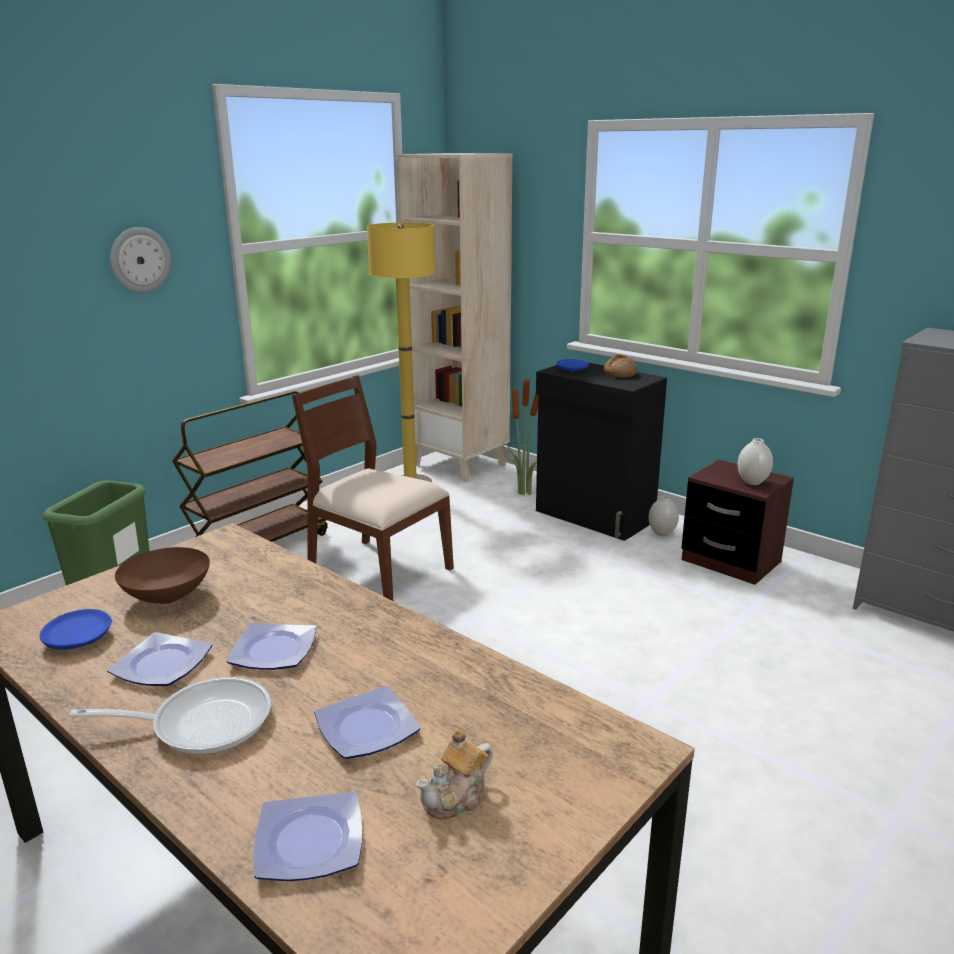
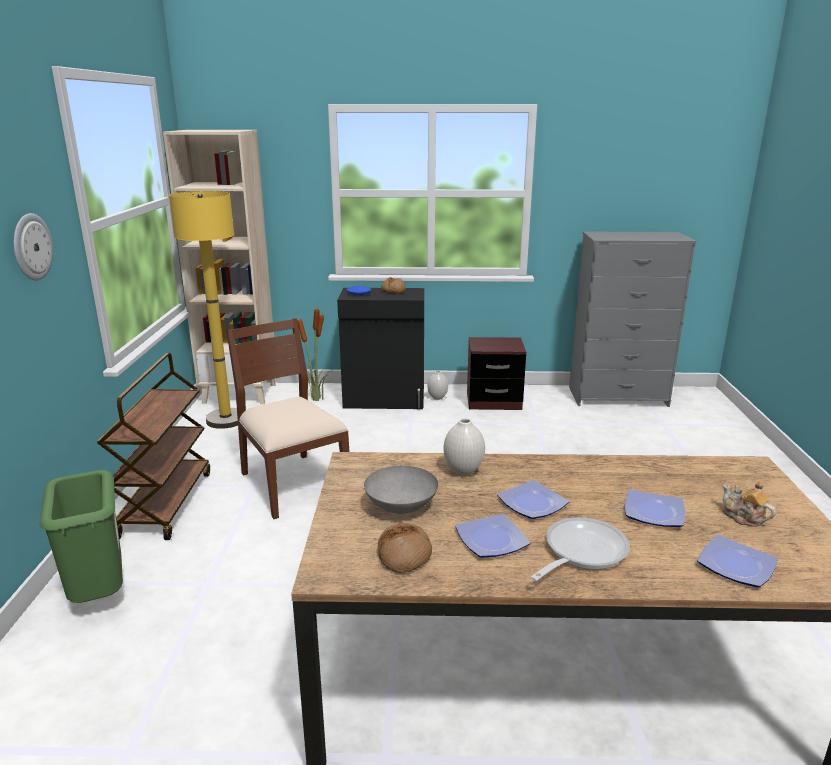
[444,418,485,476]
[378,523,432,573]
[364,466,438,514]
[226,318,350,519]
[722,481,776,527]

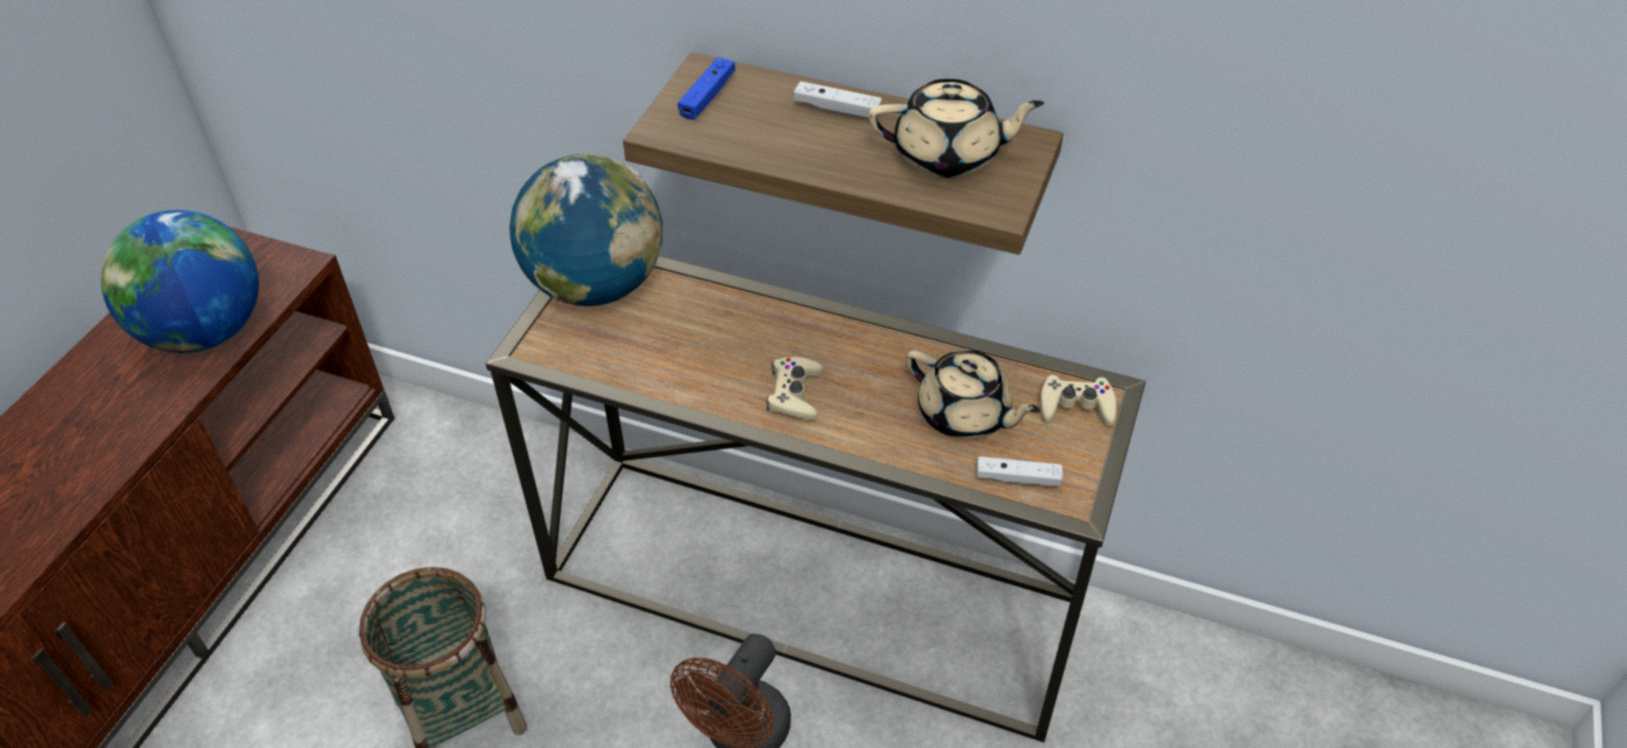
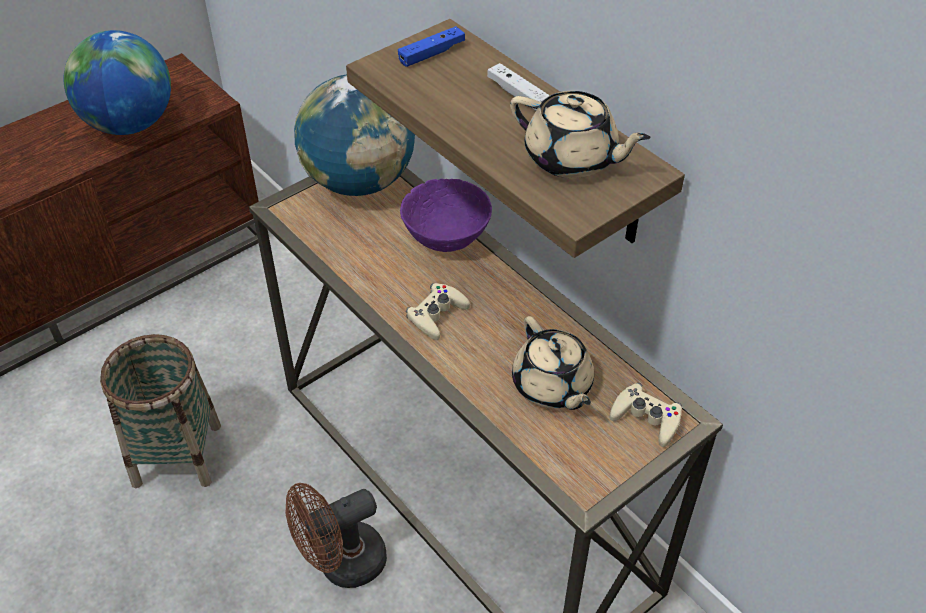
[977,456,1062,487] (first image)
[400,179,492,252]

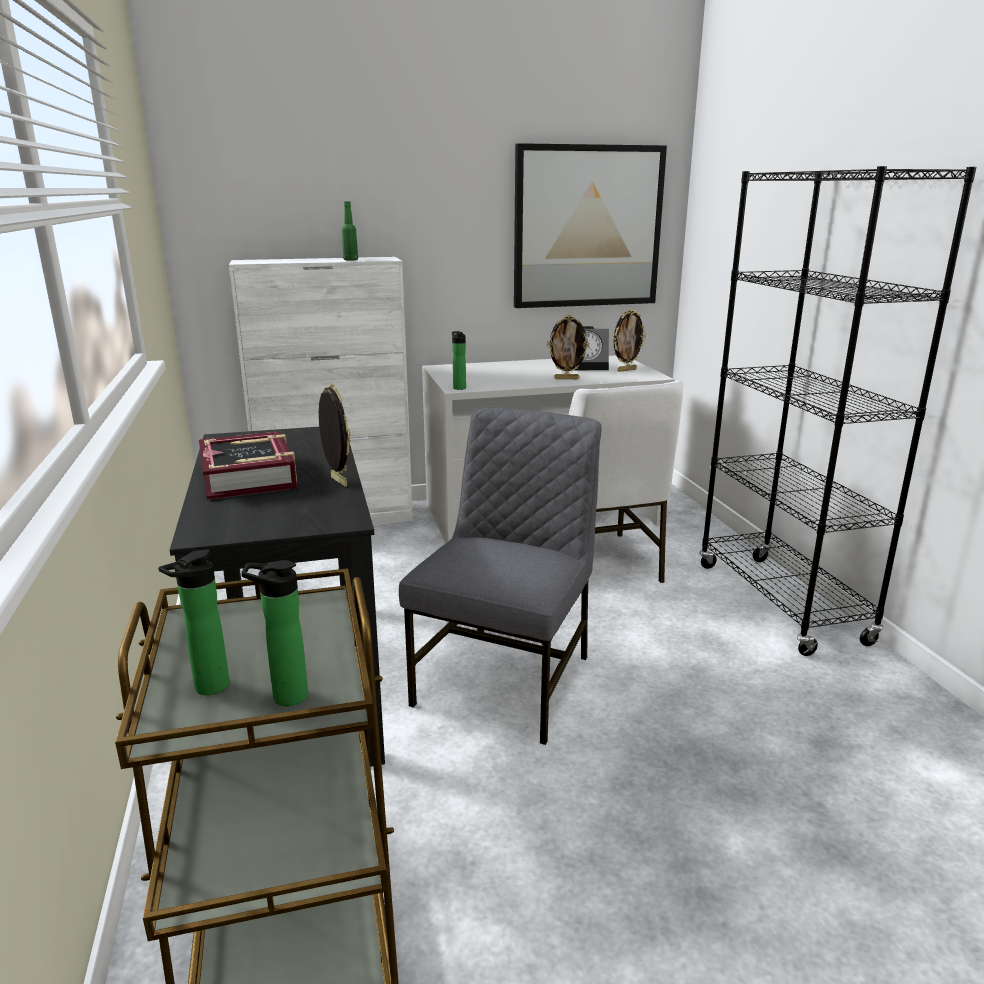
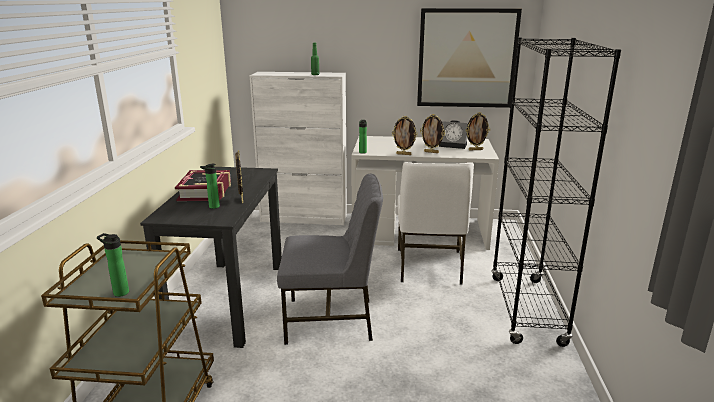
[392,116,418,155]
[200,164,220,209]
[277,174,383,345]

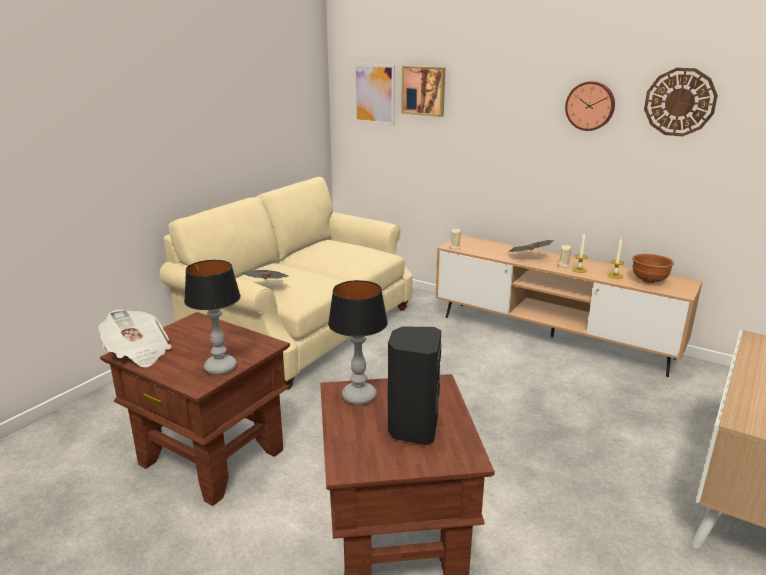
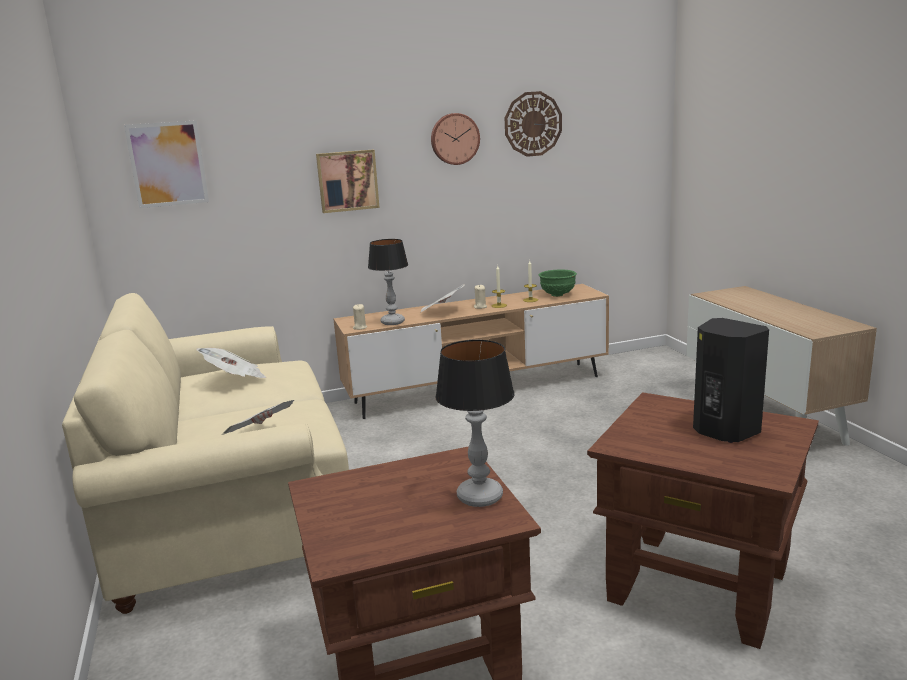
[196,348,266,378]
[368,239,408,325]
[316,150,380,213]
[539,270,577,297]

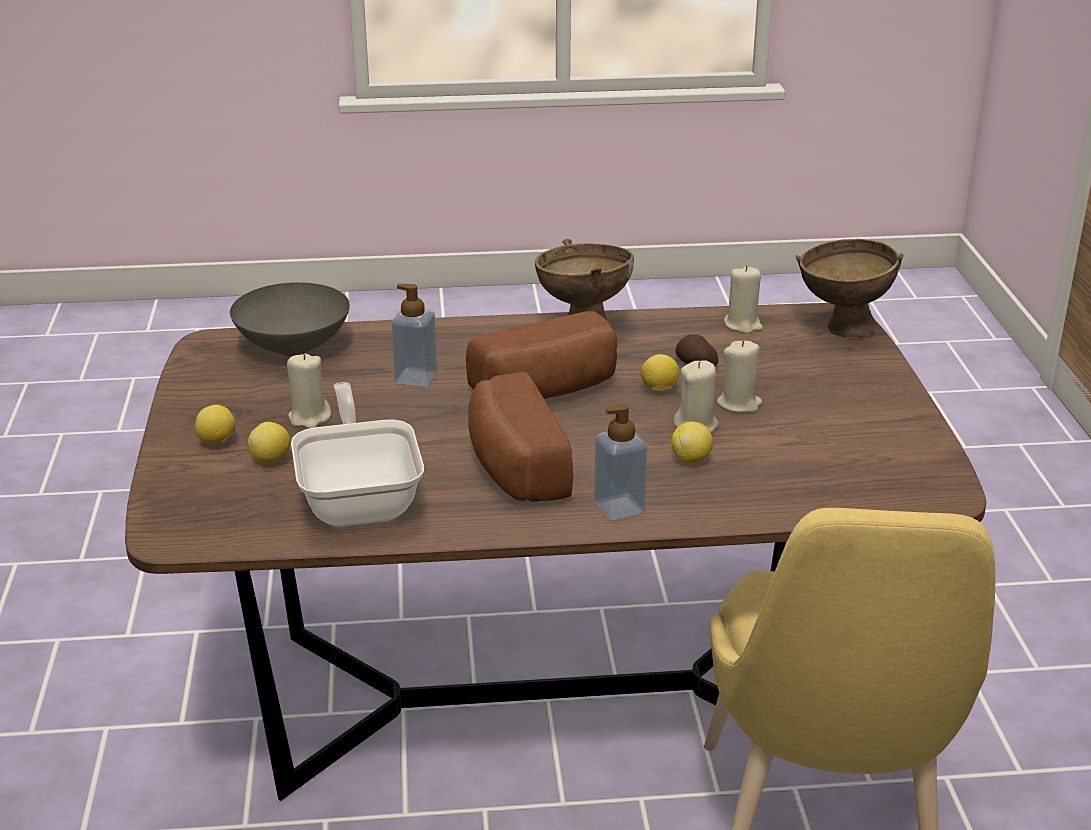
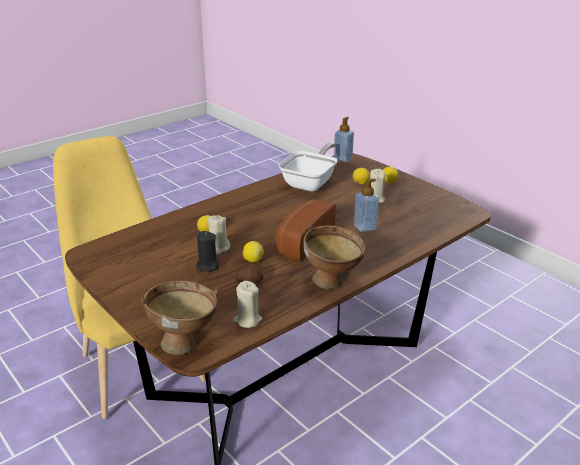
[230,282,350,356] (first image)
[468,372,573,502] (first image)
[334,117,354,163]
[196,231,220,272]
[279,142,337,192]

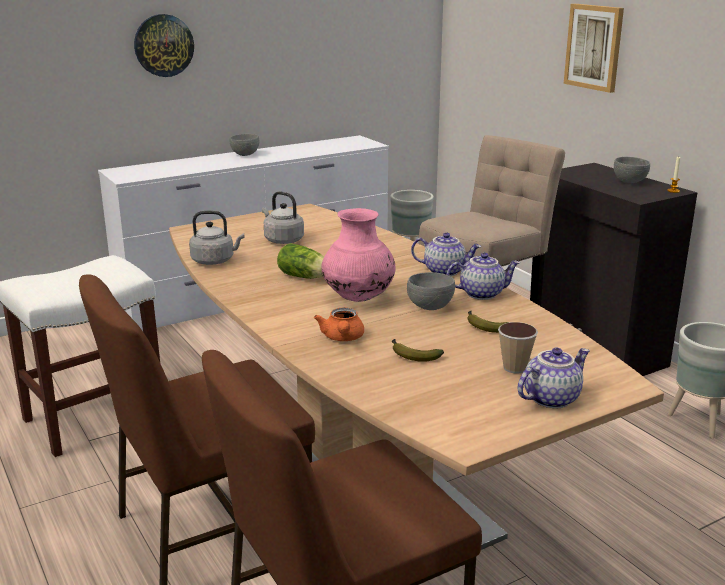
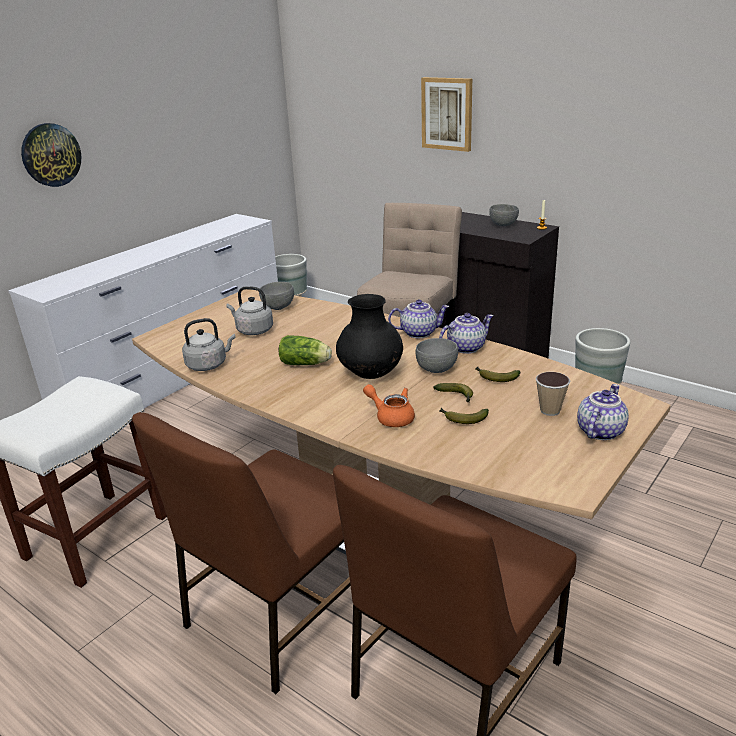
[433,383,473,403]
[259,282,294,310]
[336,294,403,379]
[363,384,415,427]

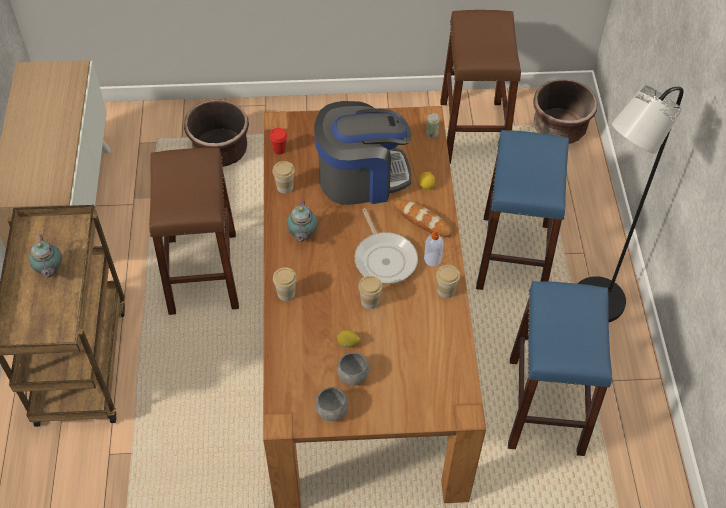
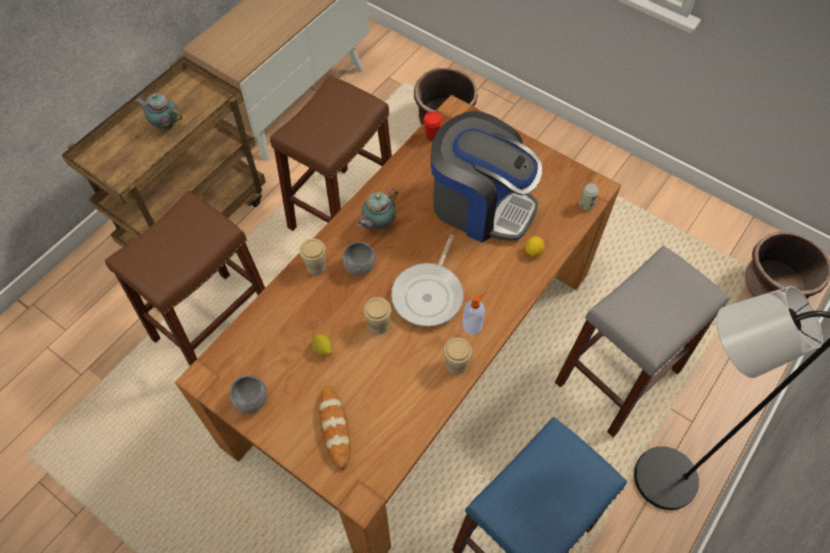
[272,161,295,194] (first image)
[342,242,376,276]
[319,386,350,470]
[105,191,265,366]
[555,245,729,437]
[135,93,183,130]

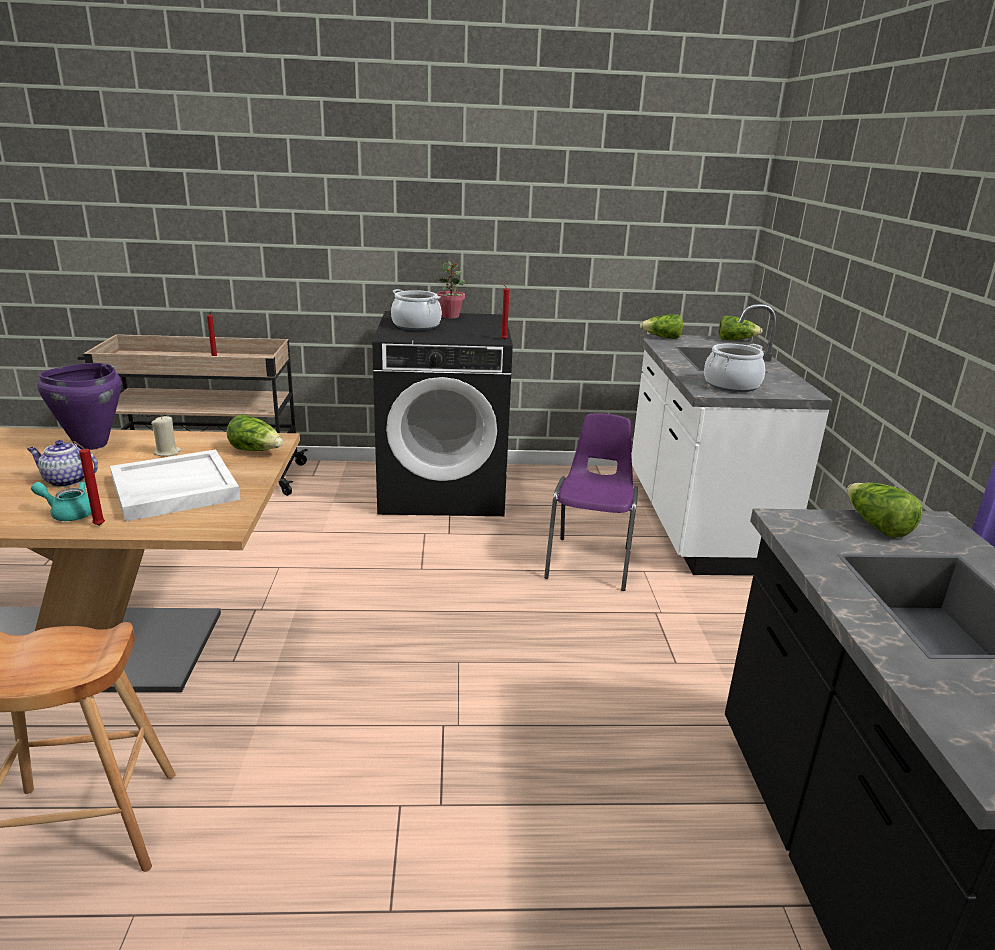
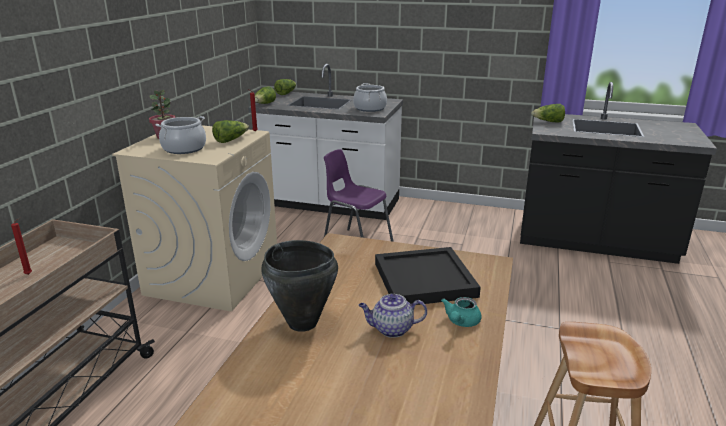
[73,441,105,526] (first image)
[151,416,181,456] (first image)
[212,120,249,143]
[262,240,338,332]
[375,247,481,305]
[112,125,277,311]
[359,294,427,338]

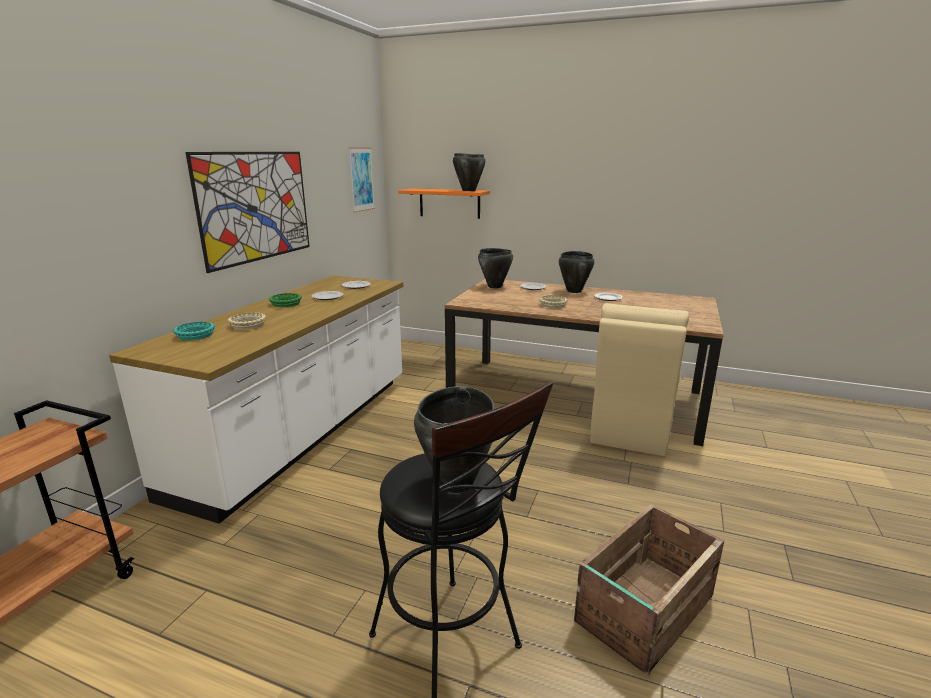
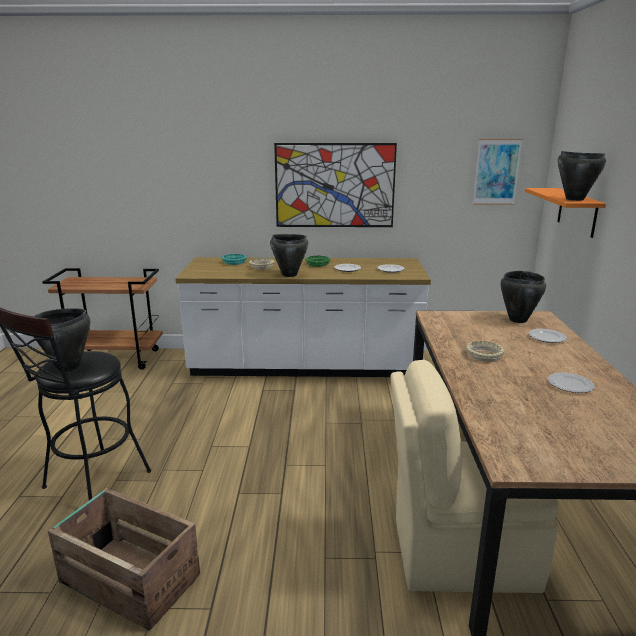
[270,234,309,277]

